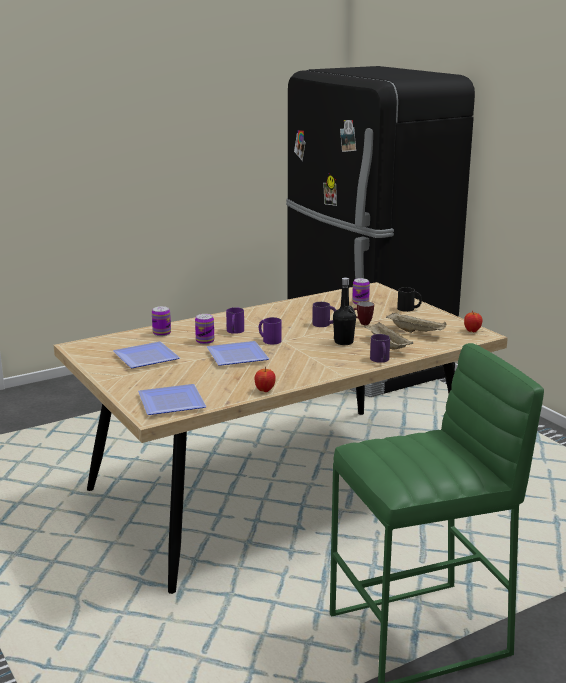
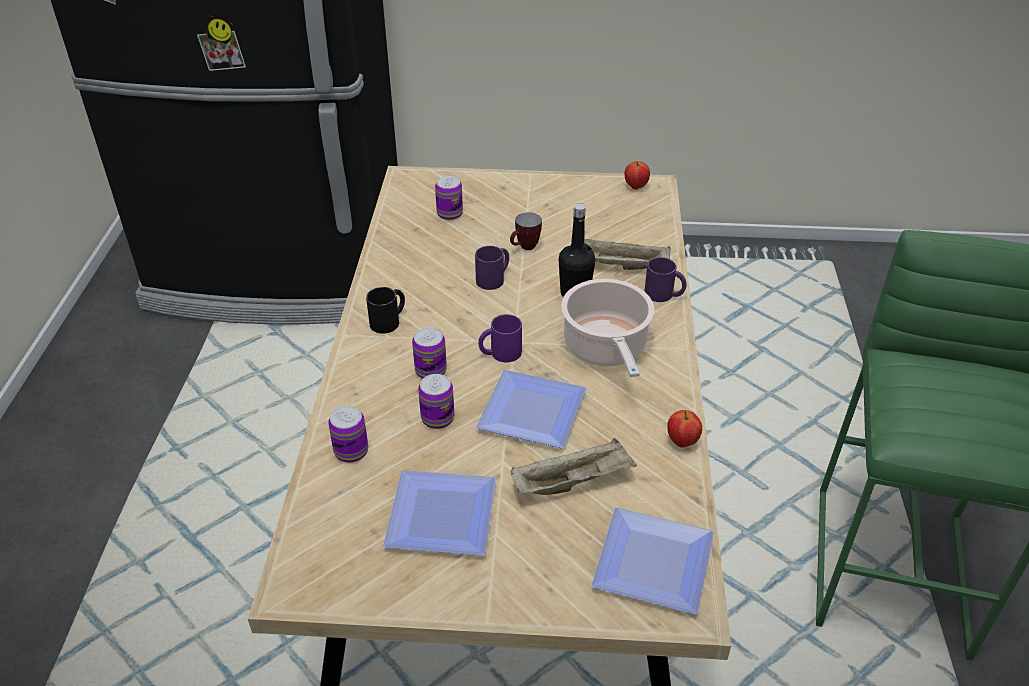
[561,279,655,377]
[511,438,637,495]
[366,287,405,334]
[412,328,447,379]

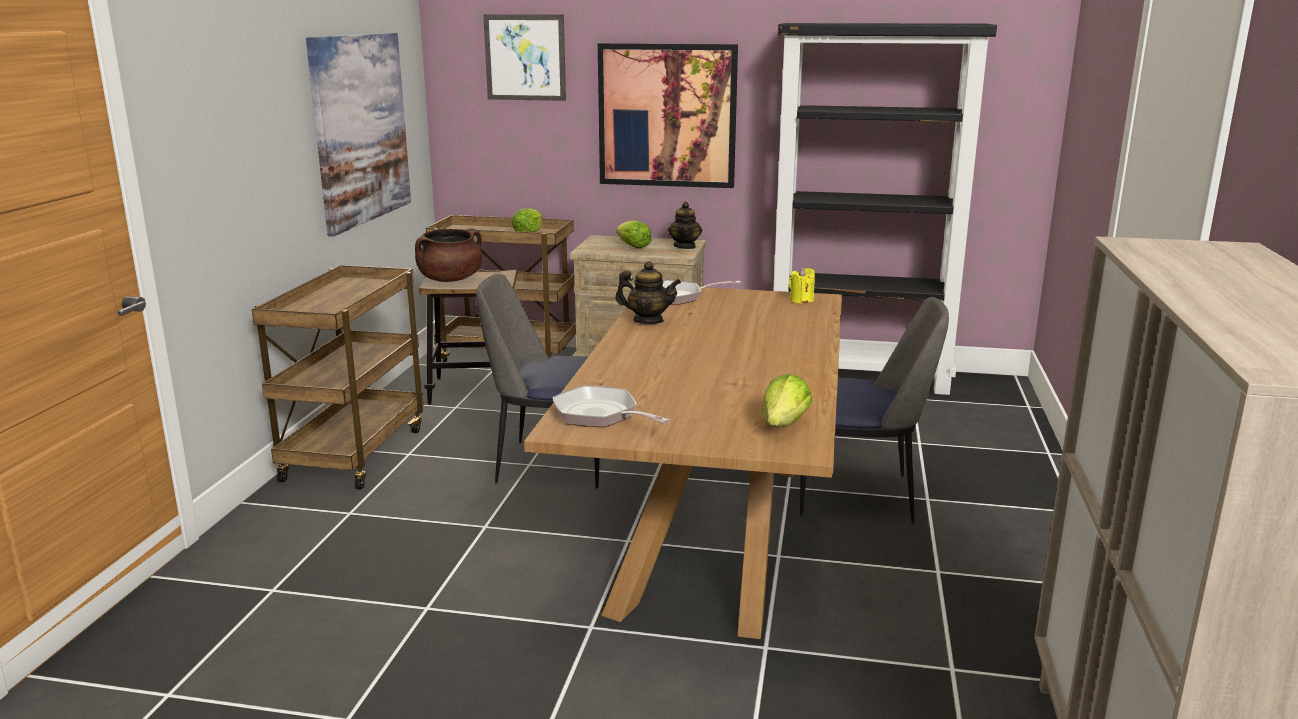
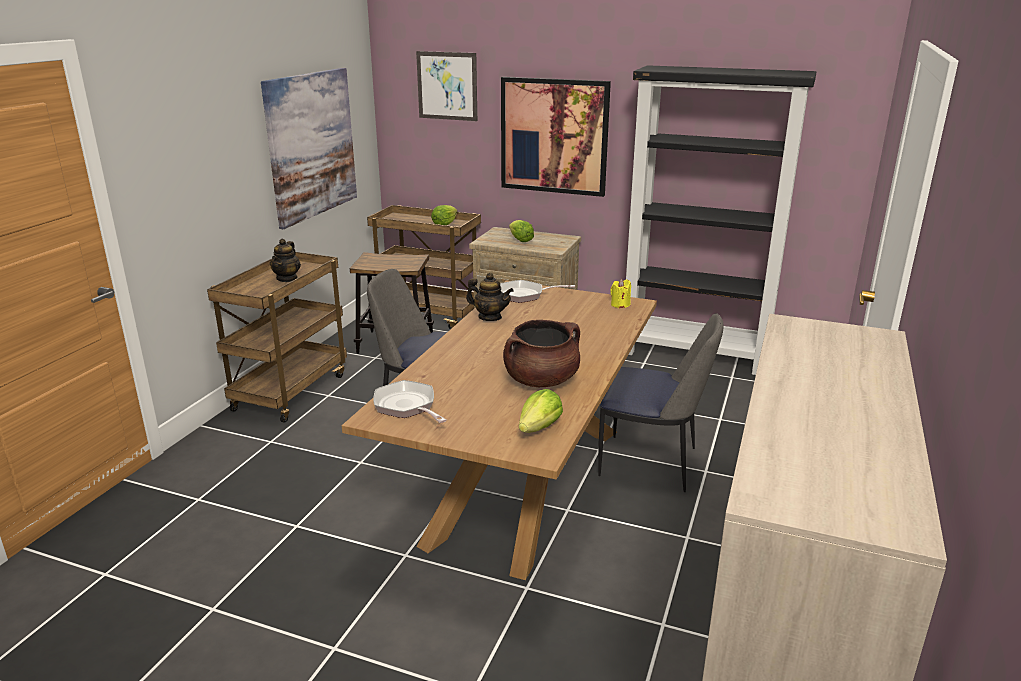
[503,320,580,387]
[270,239,301,282]

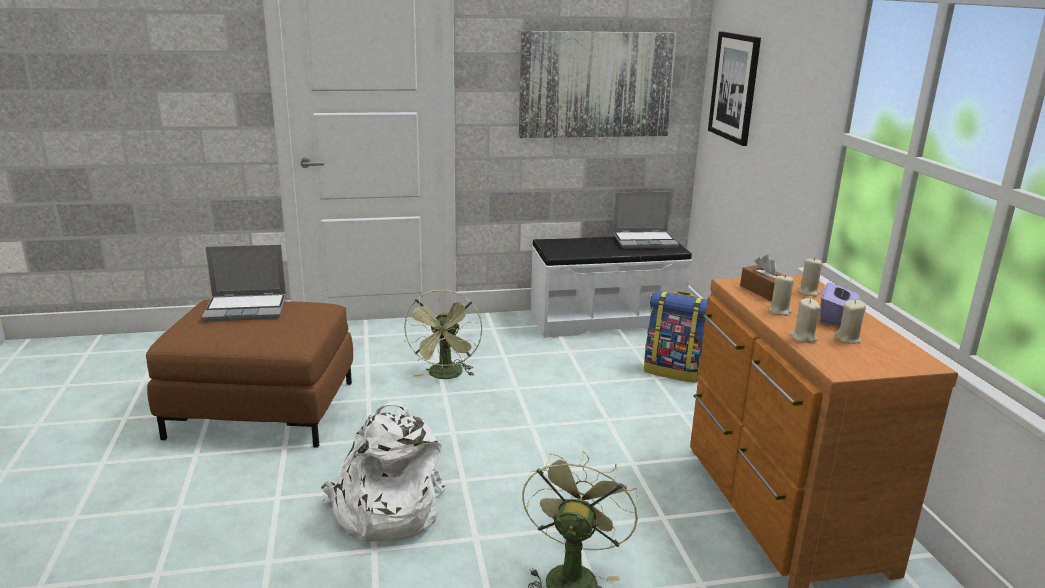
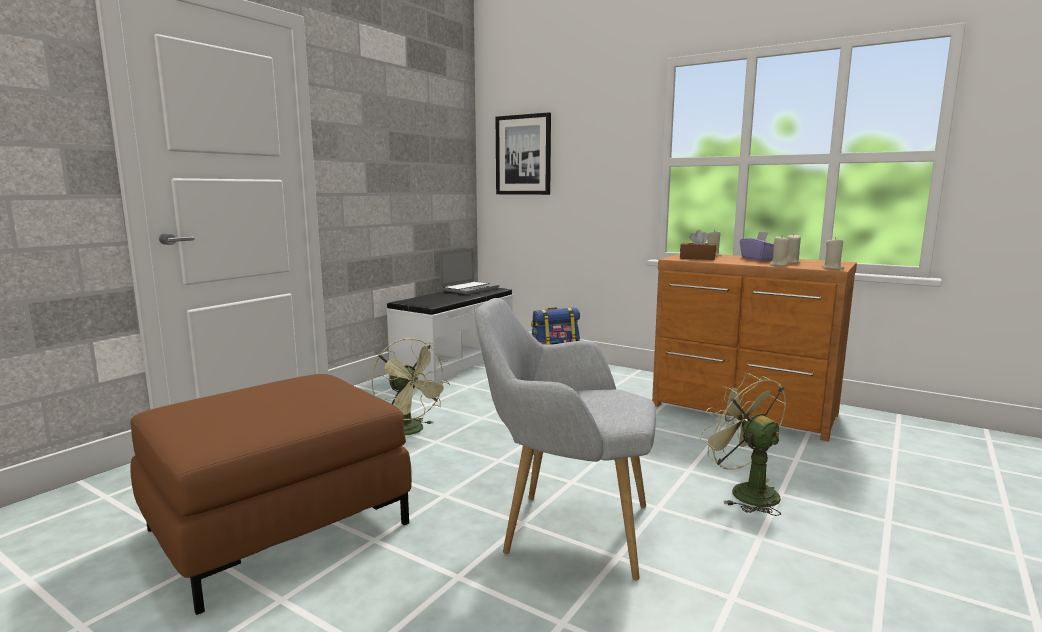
[201,245,286,322] (first image)
[519,31,677,138] (first image)
[822,237,844,269]
[475,298,656,581]

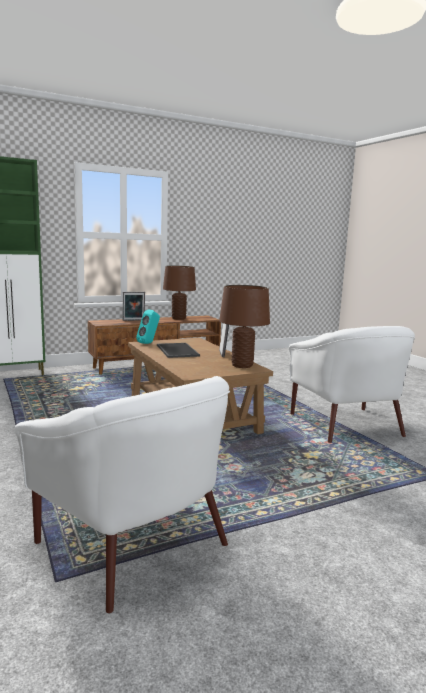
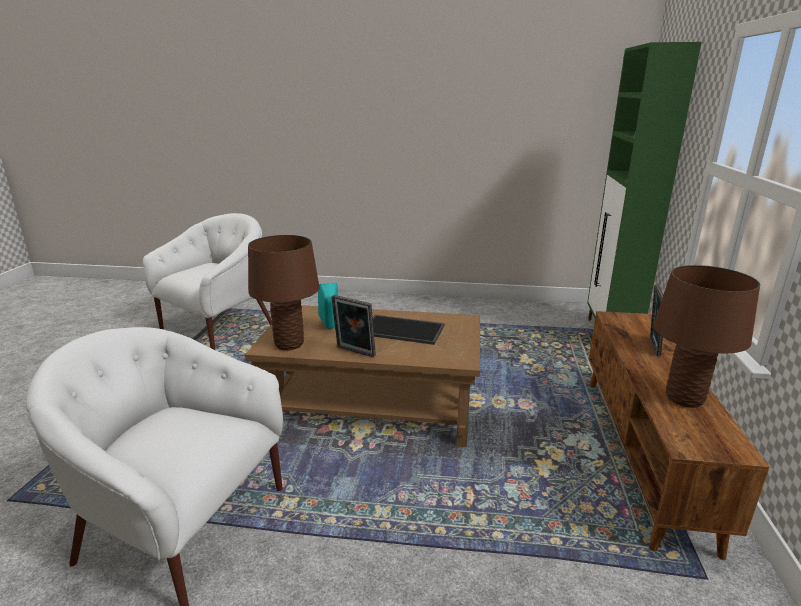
[318,283,338,329]
[143,213,272,350]

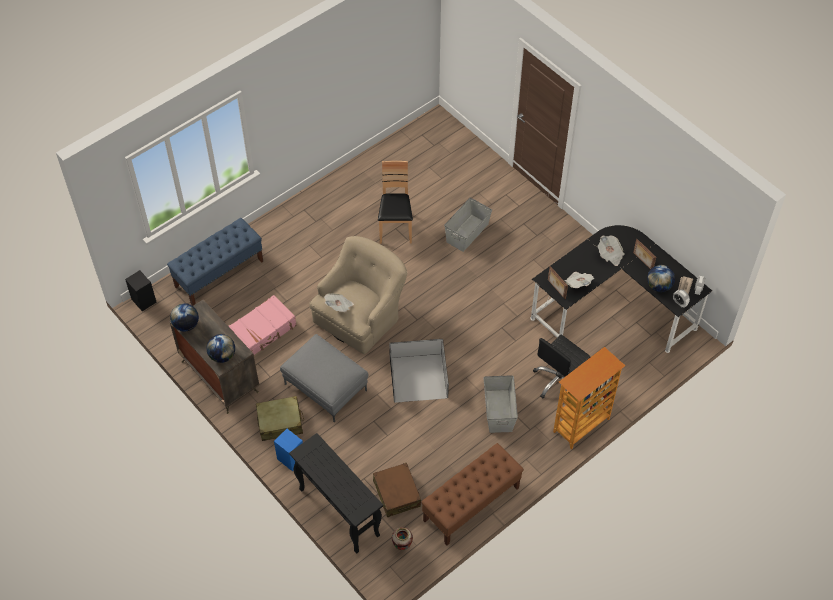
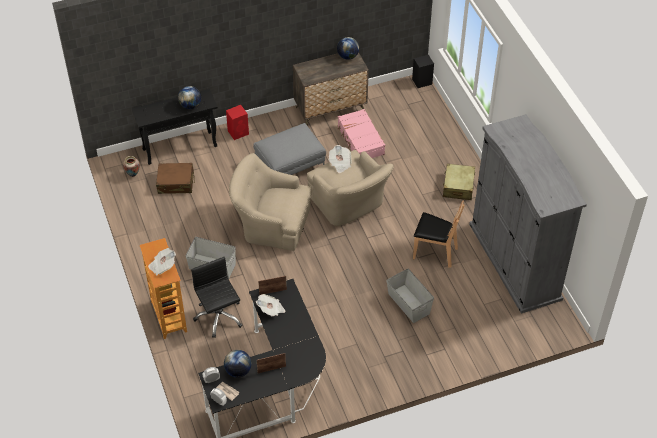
[167,218,263,306] (first image)
[421,443,524,546] (first image)
[469,114,587,314]
[178,86,201,109]
[443,164,475,200]
[148,248,176,276]
[229,153,312,251]
[226,105,249,140]

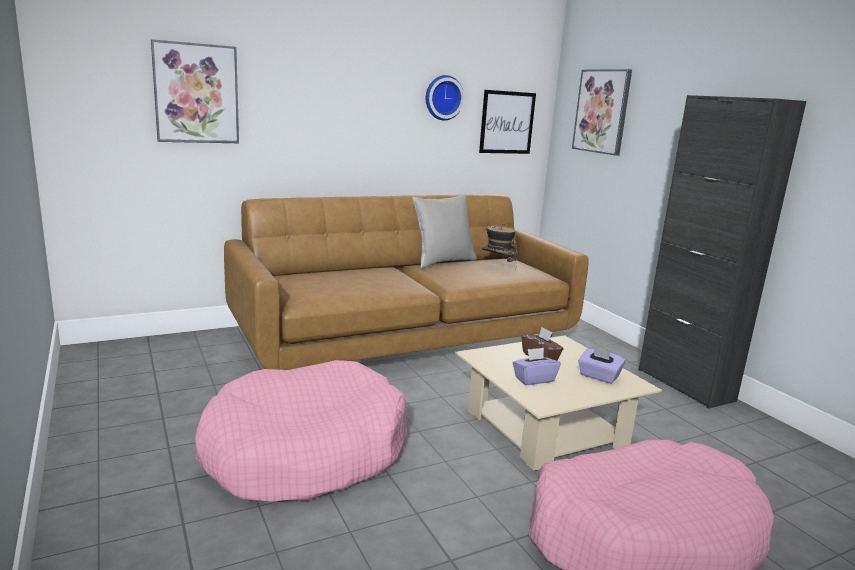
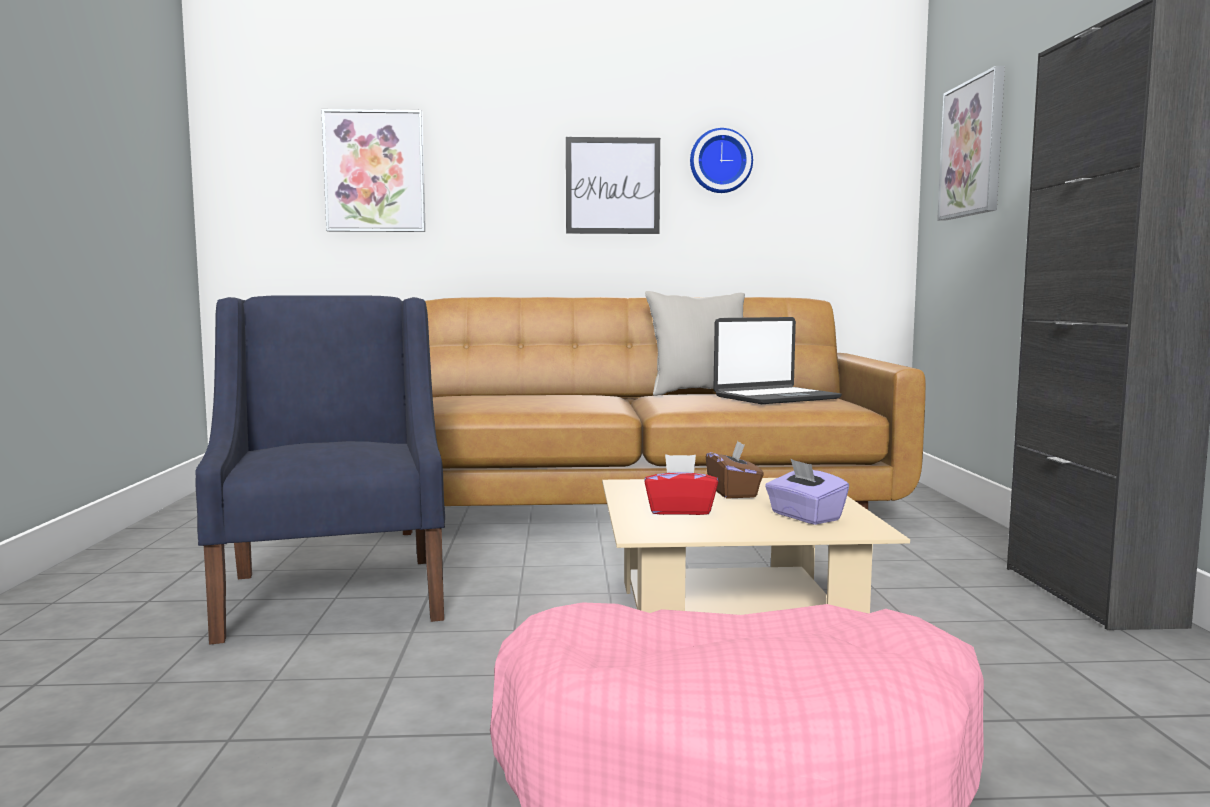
[566,137,660,234]
[195,295,445,645]
[714,317,842,404]
[644,454,718,515]

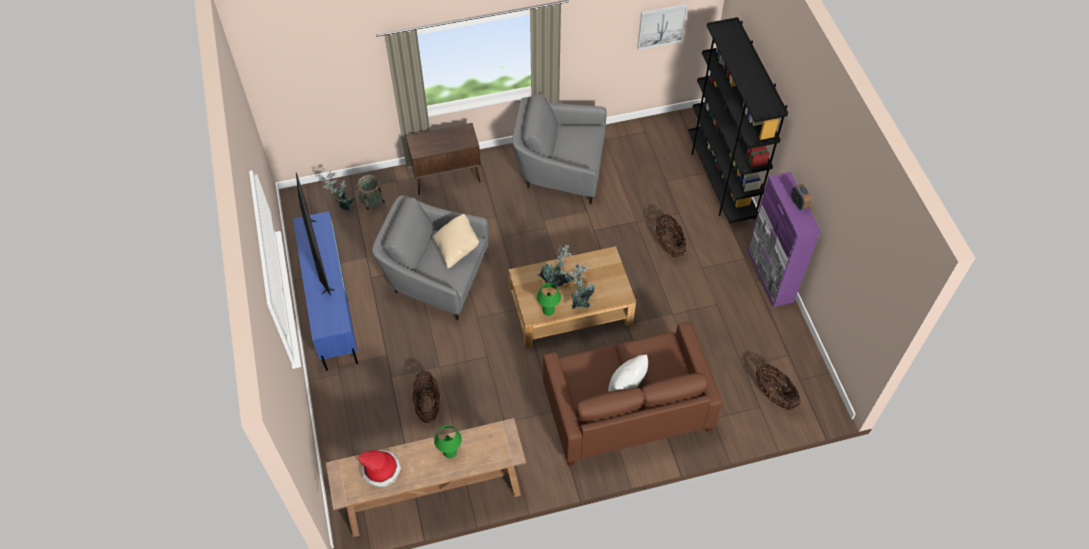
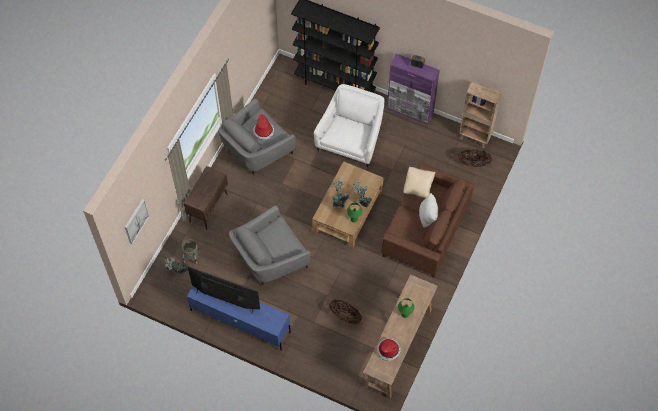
[253,114,274,140]
[459,81,502,148]
[403,167,435,198]
[125,199,150,244]
[314,84,385,167]

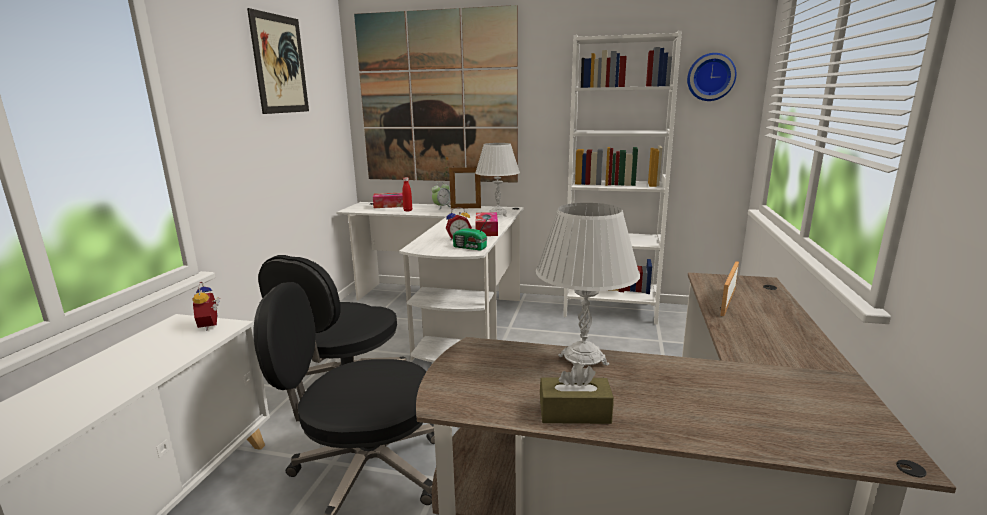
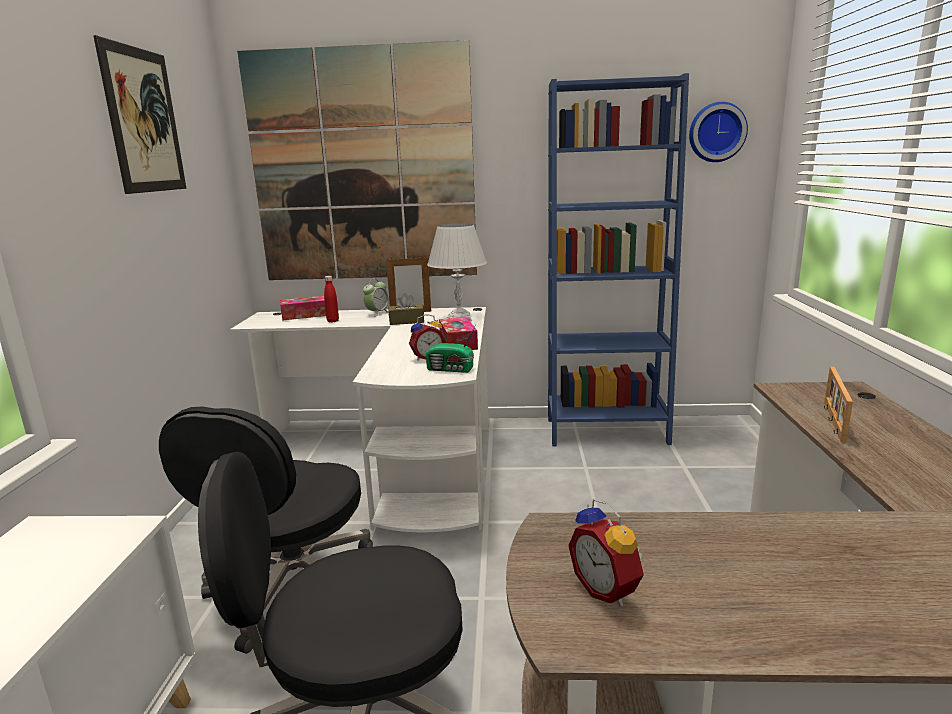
[536,203,640,367] (first image)
[568,499,644,607]
[389,293,424,325]
[548,73,689,447]

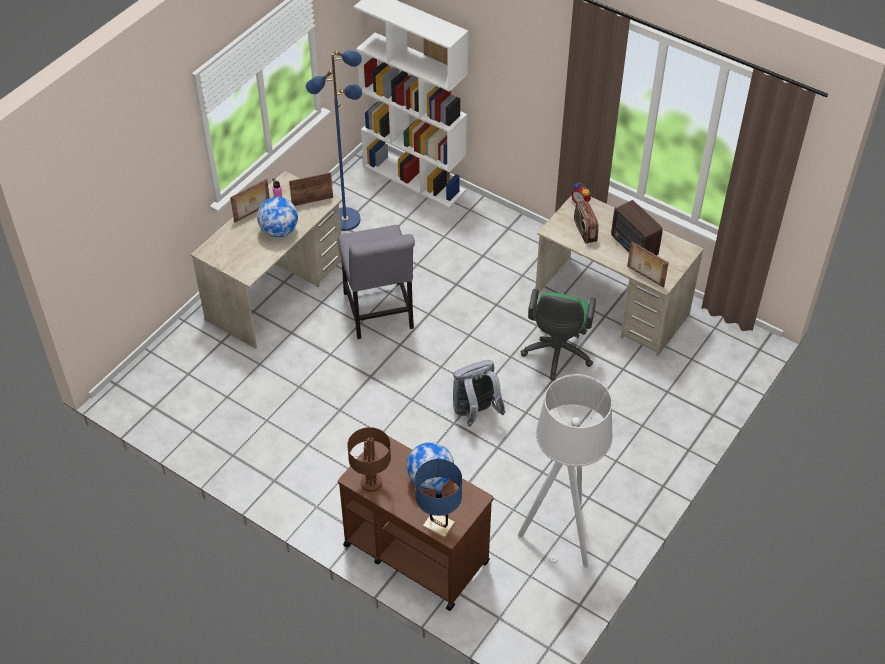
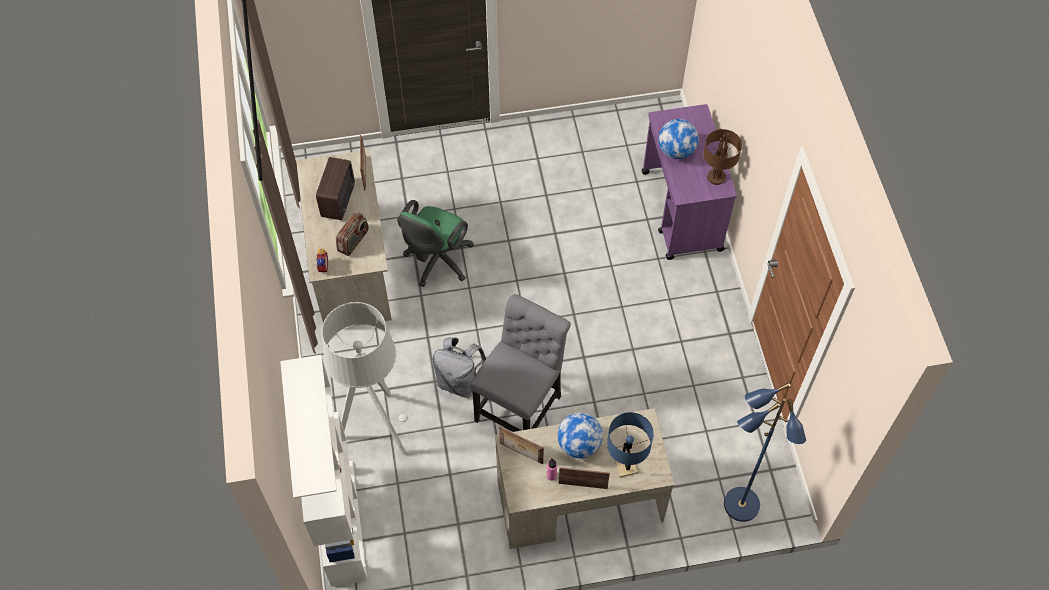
[724,382,806,522]
[607,412,654,477]
[433,337,486,398]
[322,302,407,455]
[642,104,737,260]
[397,200,474,287]

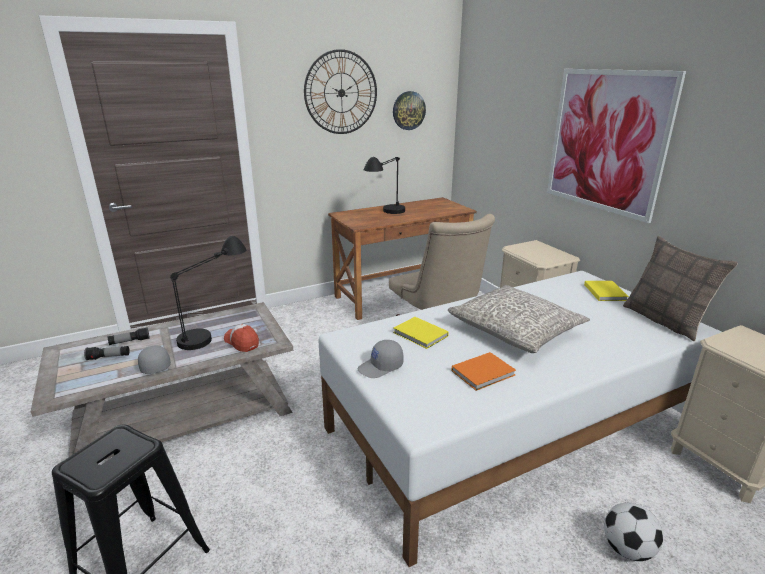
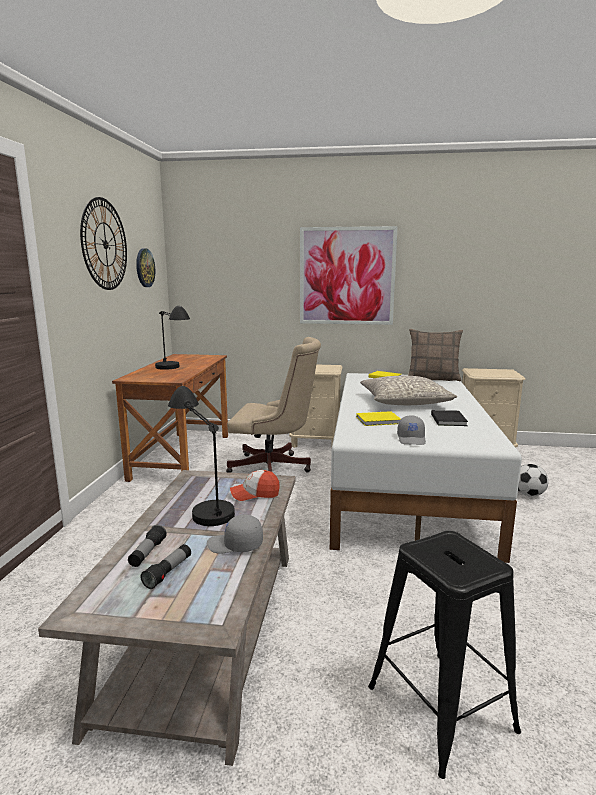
[431,410,468,426]

